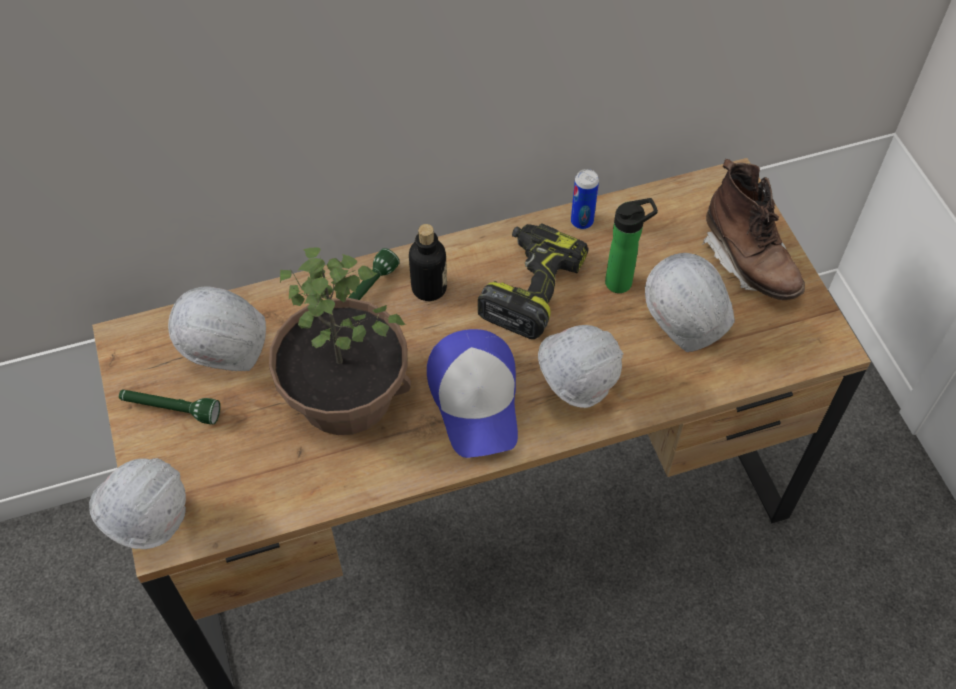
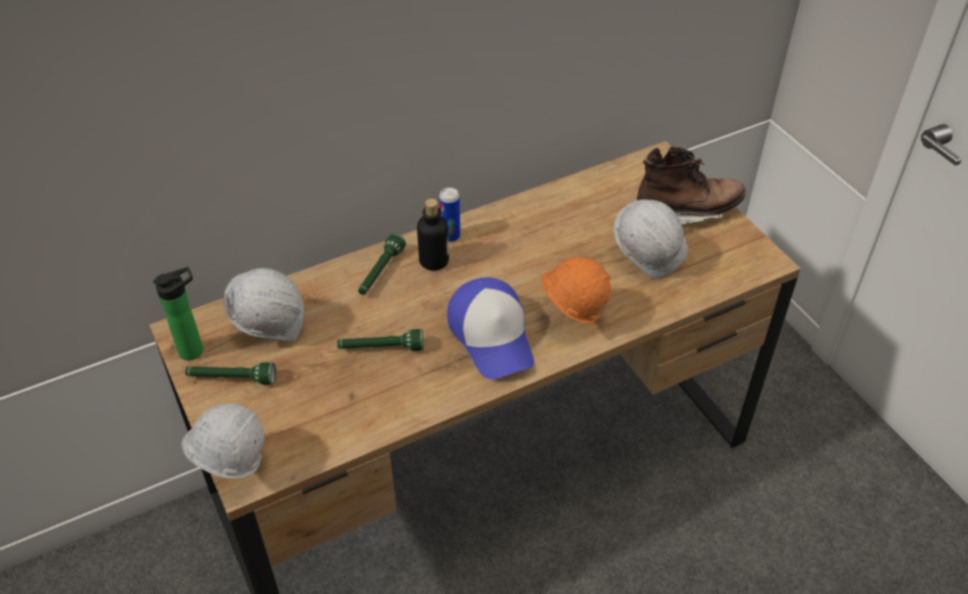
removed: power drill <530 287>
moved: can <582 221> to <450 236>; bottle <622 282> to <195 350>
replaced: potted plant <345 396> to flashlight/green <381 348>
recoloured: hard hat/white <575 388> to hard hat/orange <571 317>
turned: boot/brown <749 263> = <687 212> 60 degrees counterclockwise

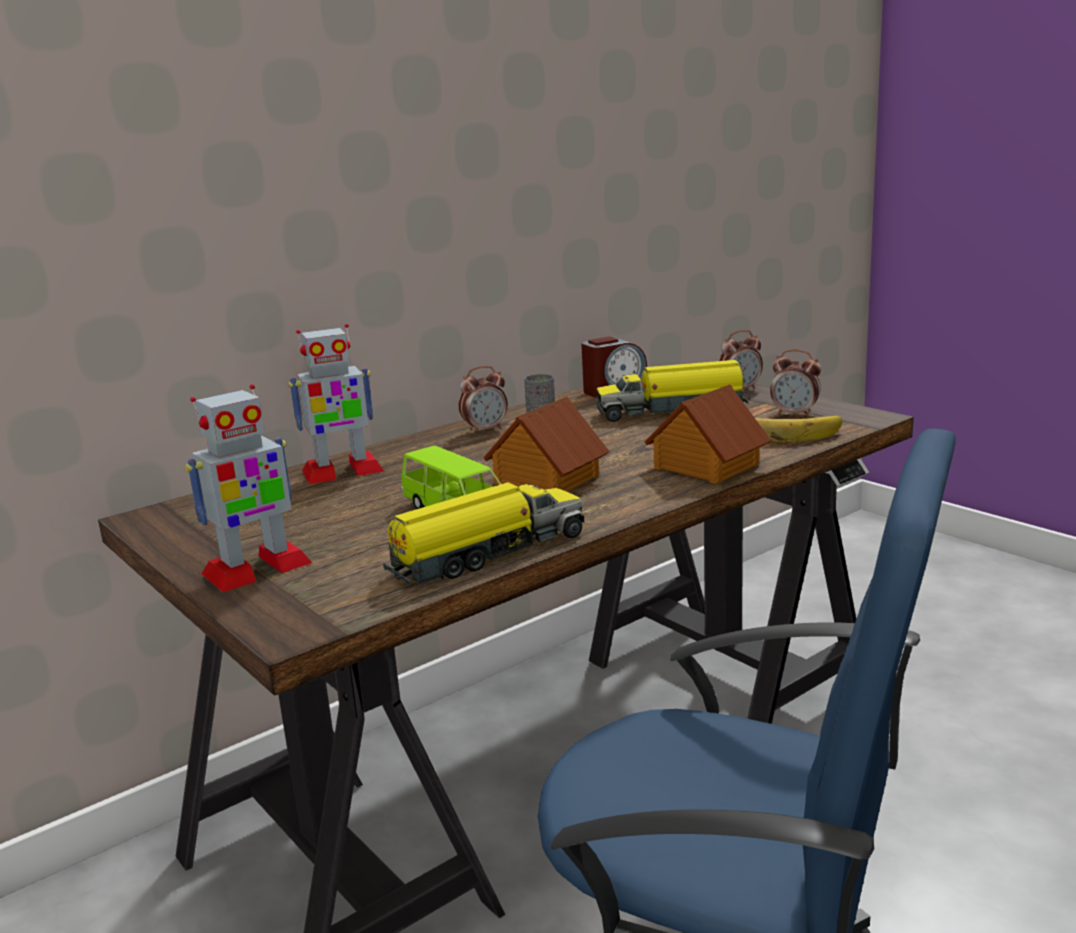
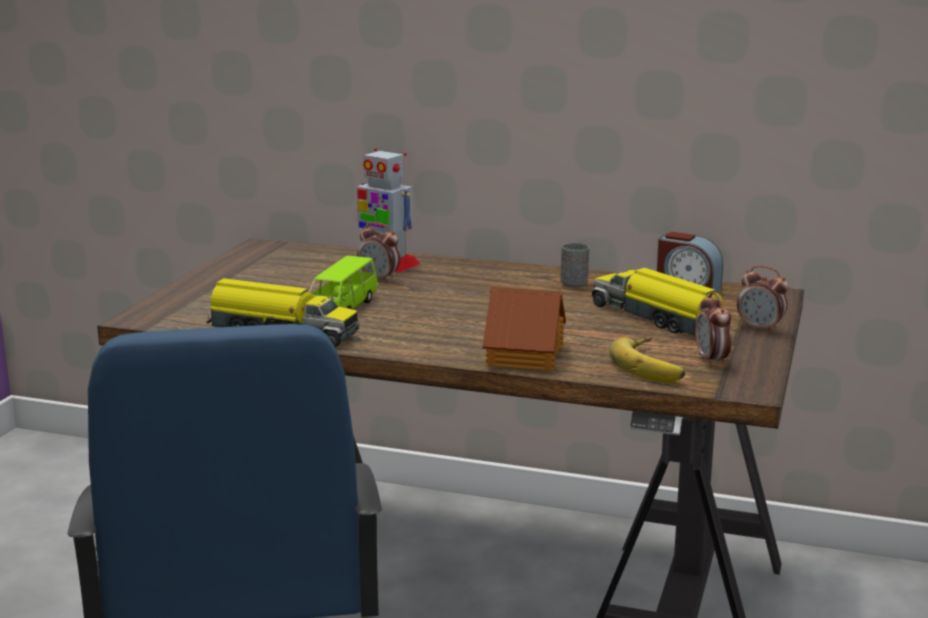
removed: toy robot <256 569>; toy house <545 480>
moved: alarm clock <485 430> to <379 279>

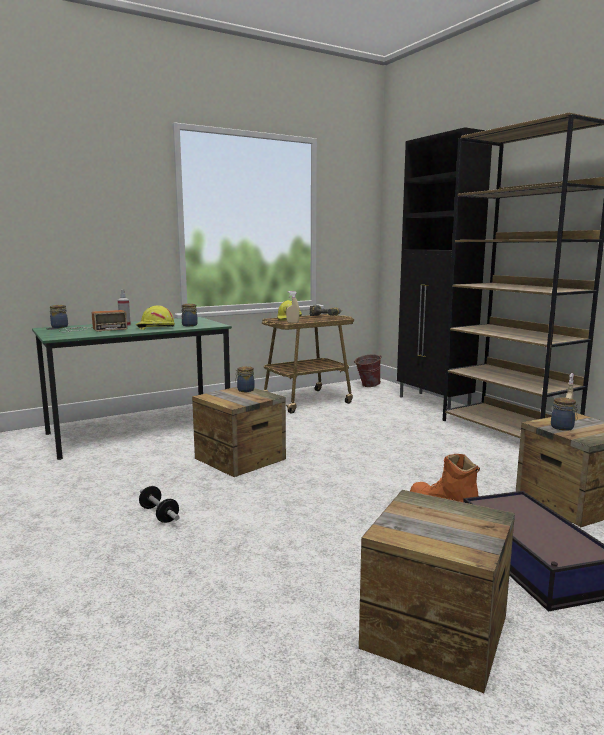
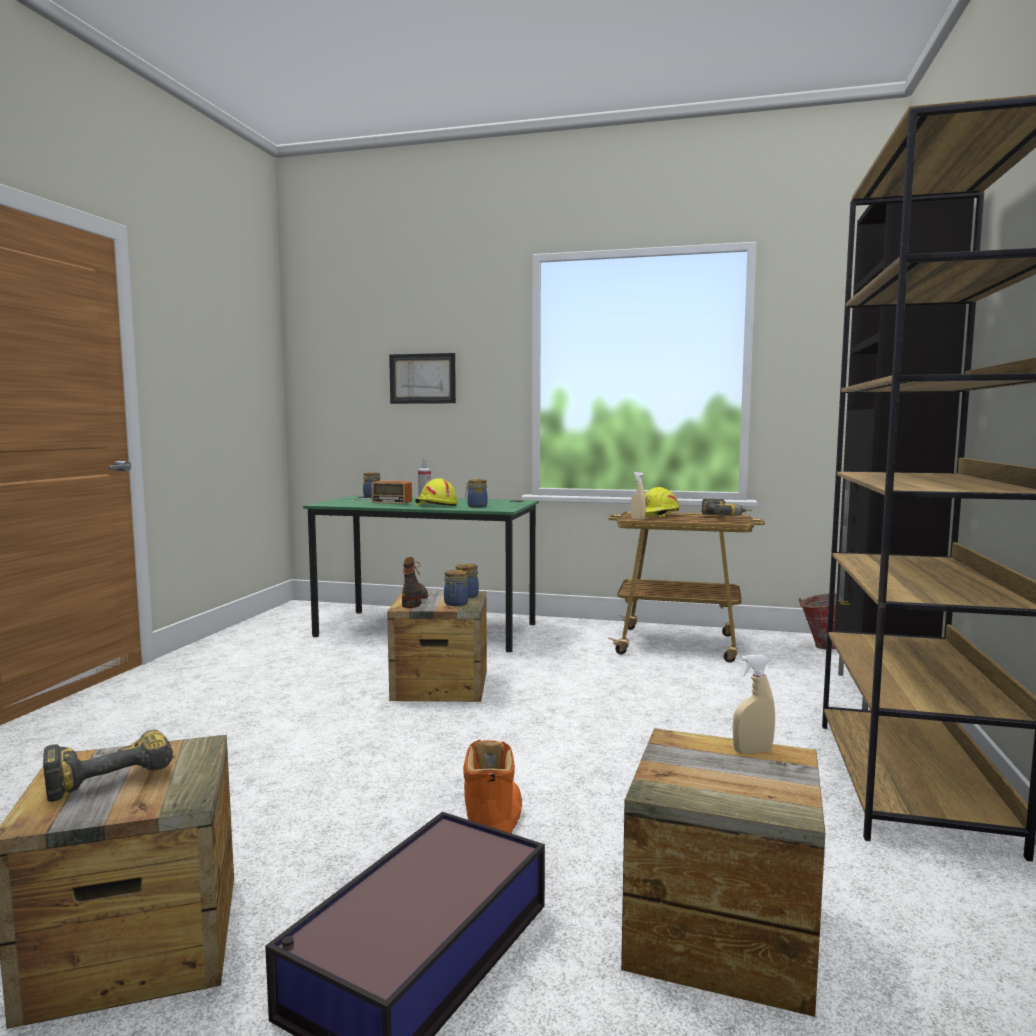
removed: dumbbell <159 514>
added: power drill <110 774>; picture <422 378>; boot <414 599>
moved: jar <563 428> to <455 604>

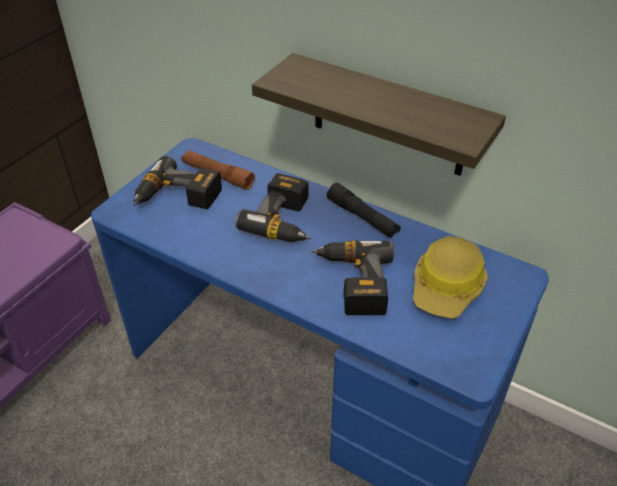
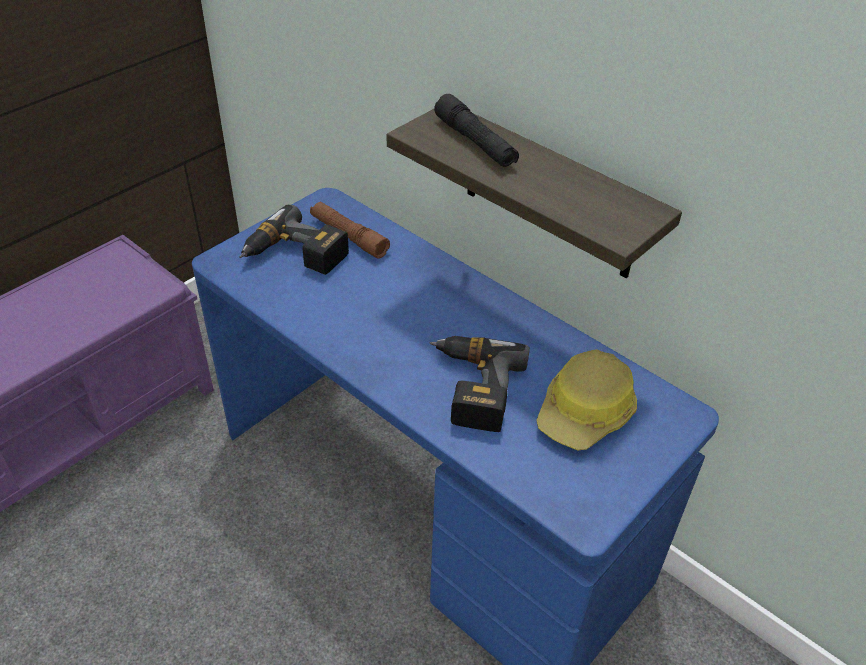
removed: power drill <285 220>
moved: flashlight/black <362 218> to <475 142>

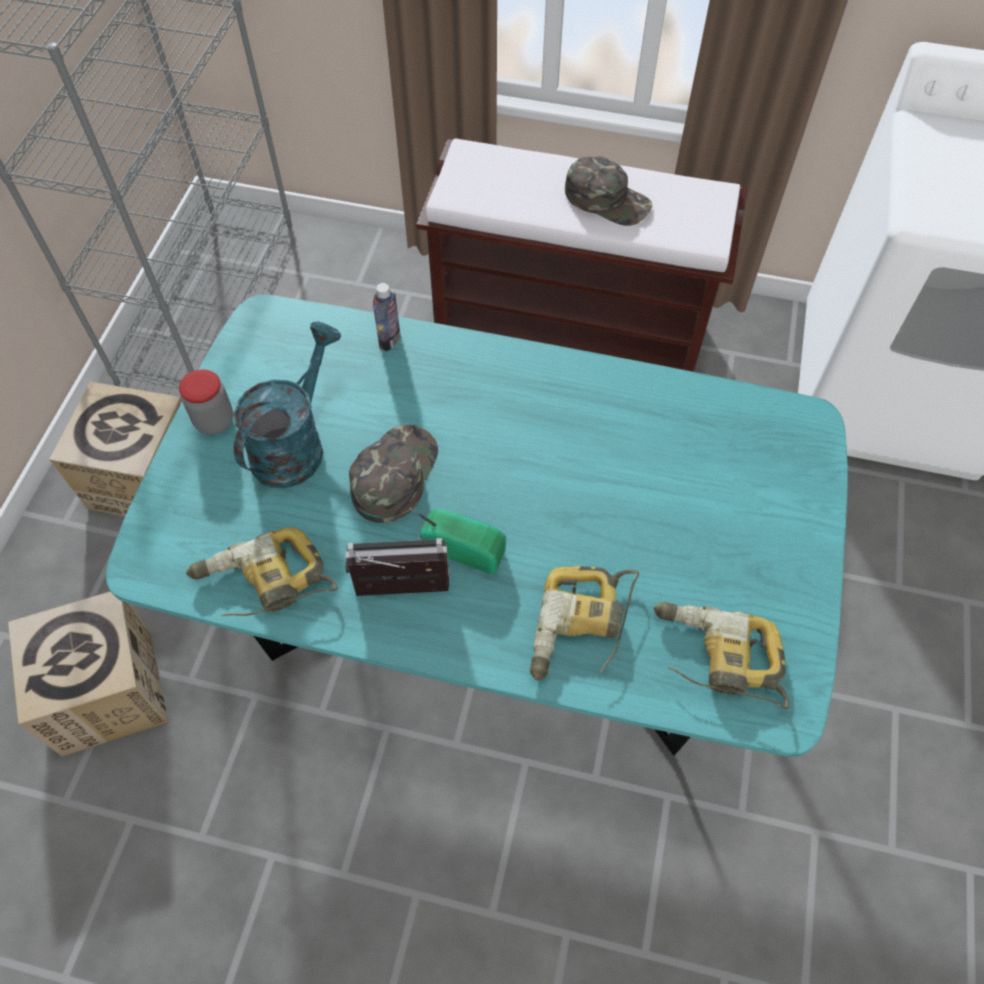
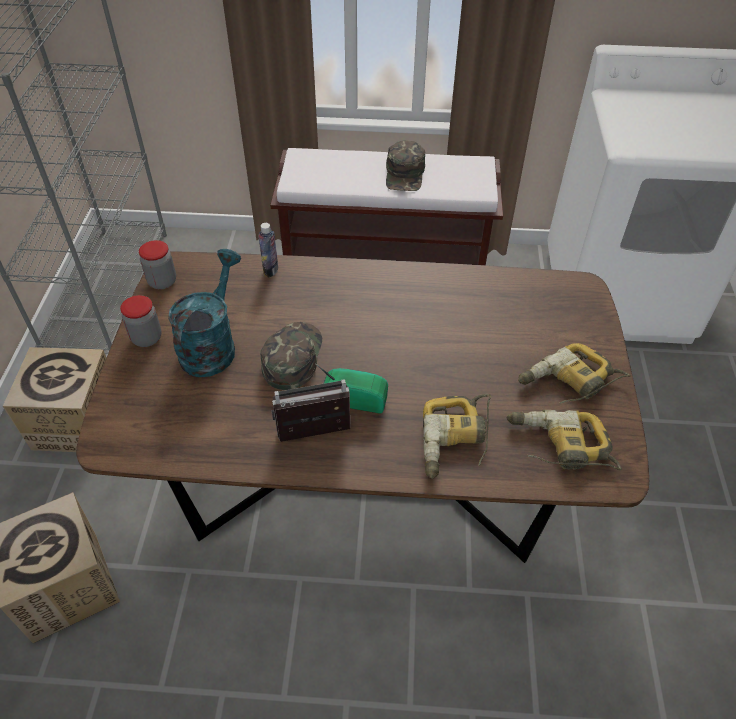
added: jar <162 282>
moved: power drill <263 584> to <569 383>
recoloured: dining table/turquoise <490 622> to dining table/brown <365 487>
turned: cap/green <607 199> = <405 174> 75 degrees clockwise

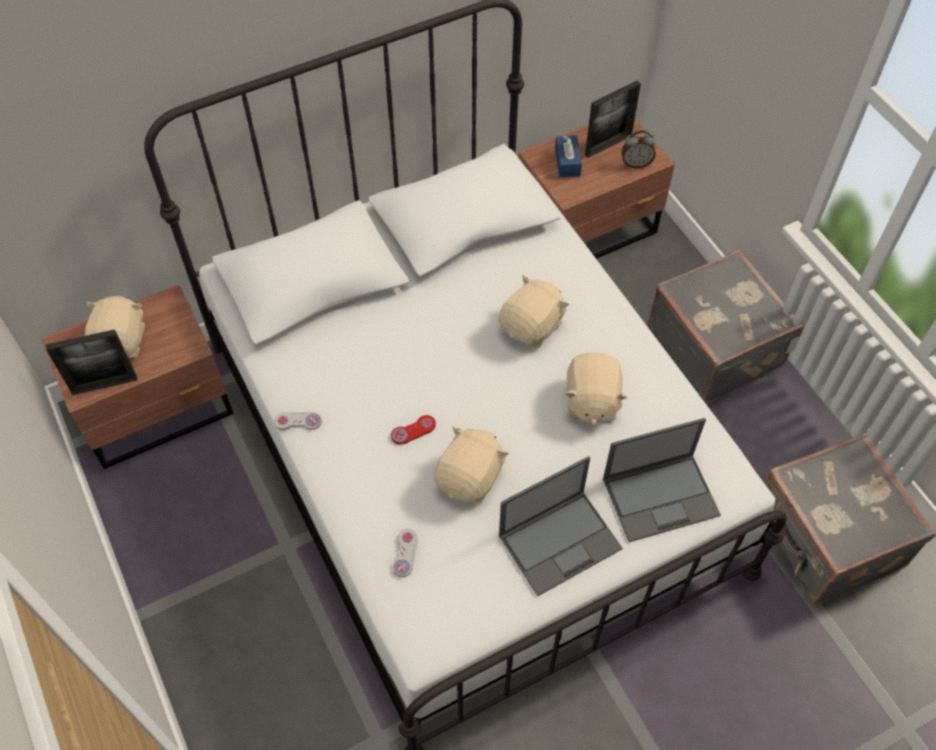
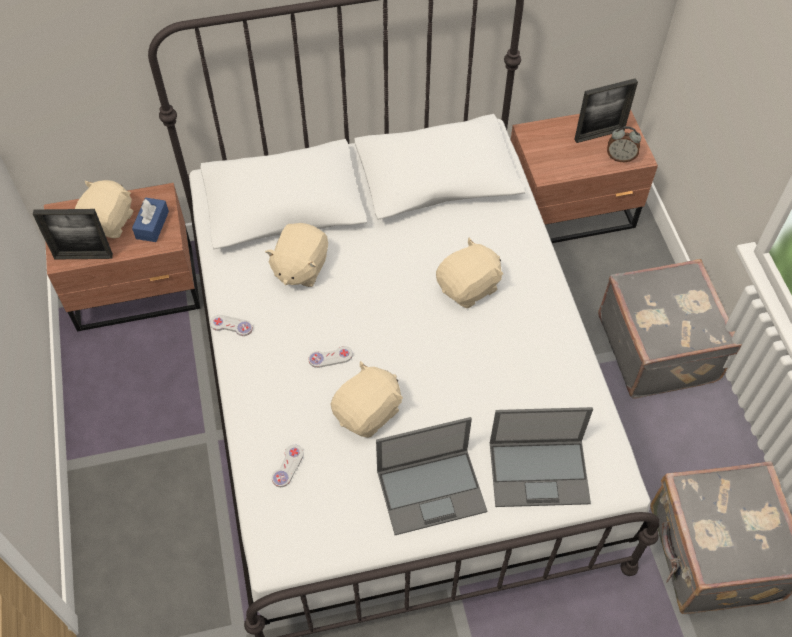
moved: tissue box/blue <567 162> to <152 225>; plush toy/beige <591 401> to <300 267>
recoloured: game controller/red <413 430> to game controller/white <330 357>

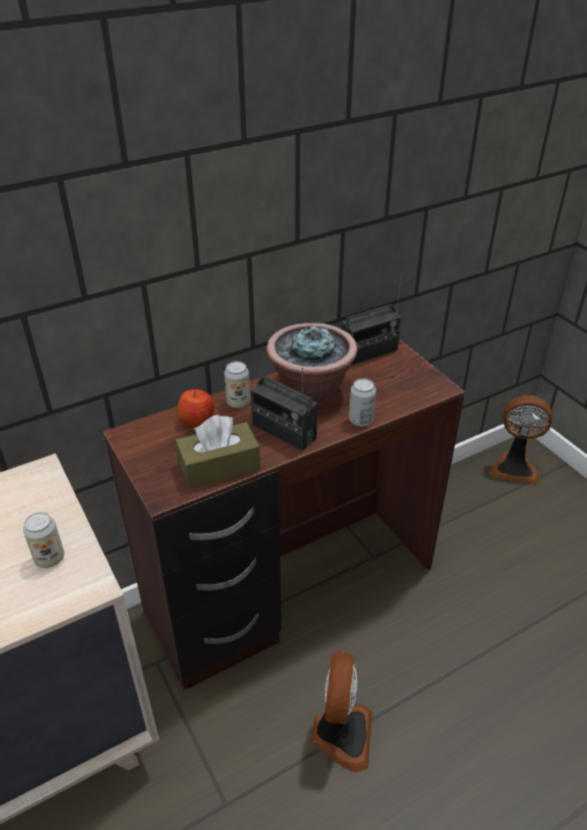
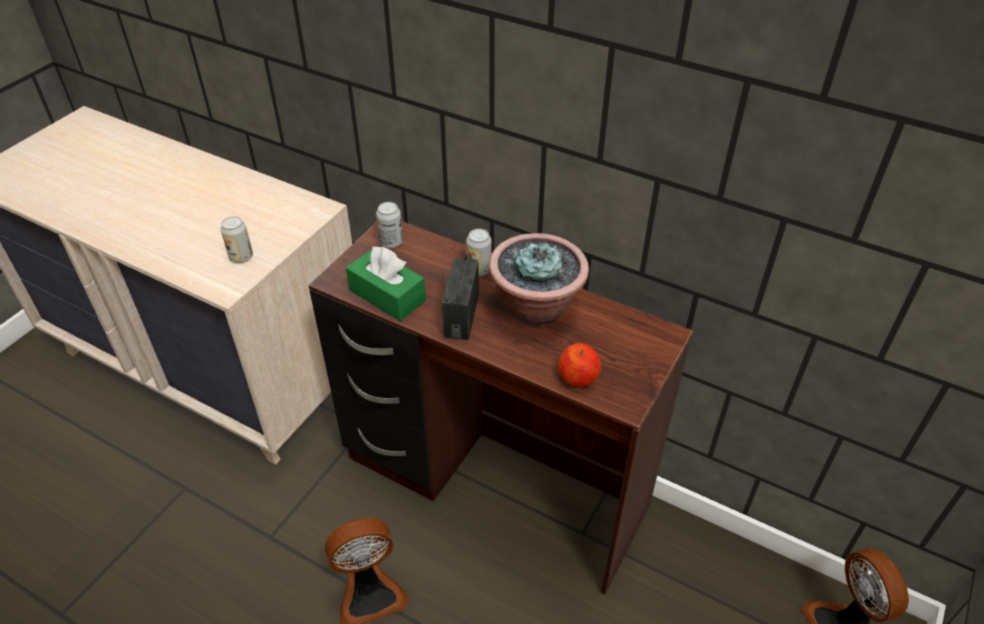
removed: radio <369 353>
moved: apple <197 420> to <578 377>; can <361 420> to <391 242>
recoloured: tissue box/brown <219 466> to tissue box/green <387 295>

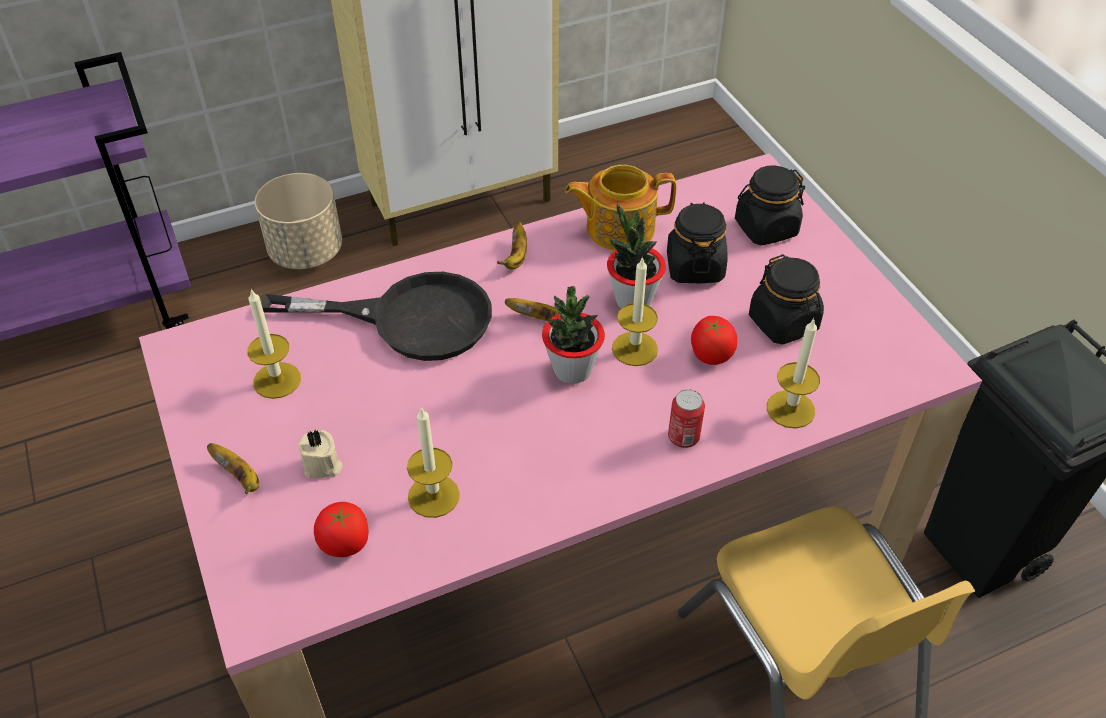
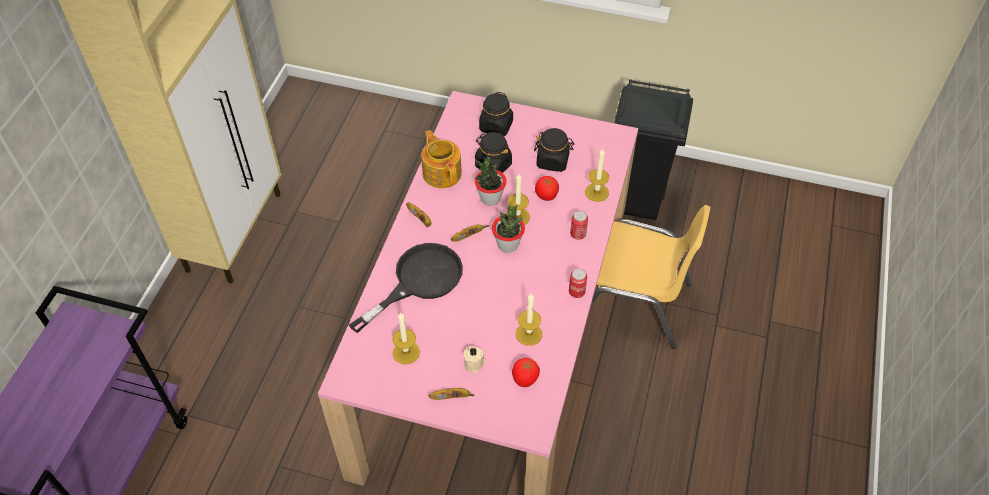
removed: planter/beige <306 252>
added: can <576 292>
turned: teapot <618 228> = <442 172> 120 degrees clockwise

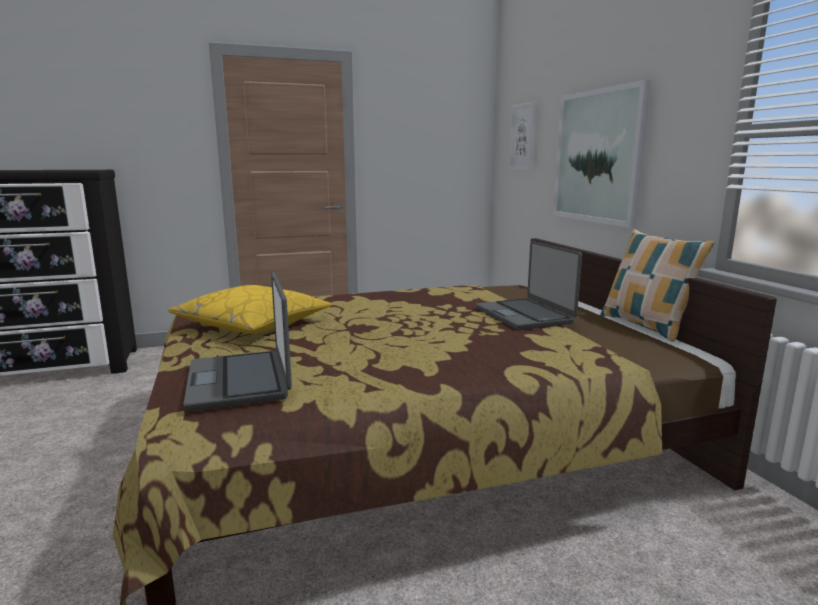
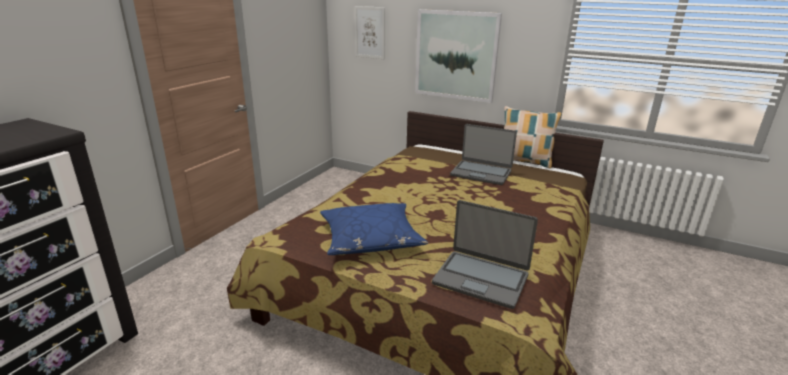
recoloured: pillow/yellow <253 324> to pillow/blue <370 238>

